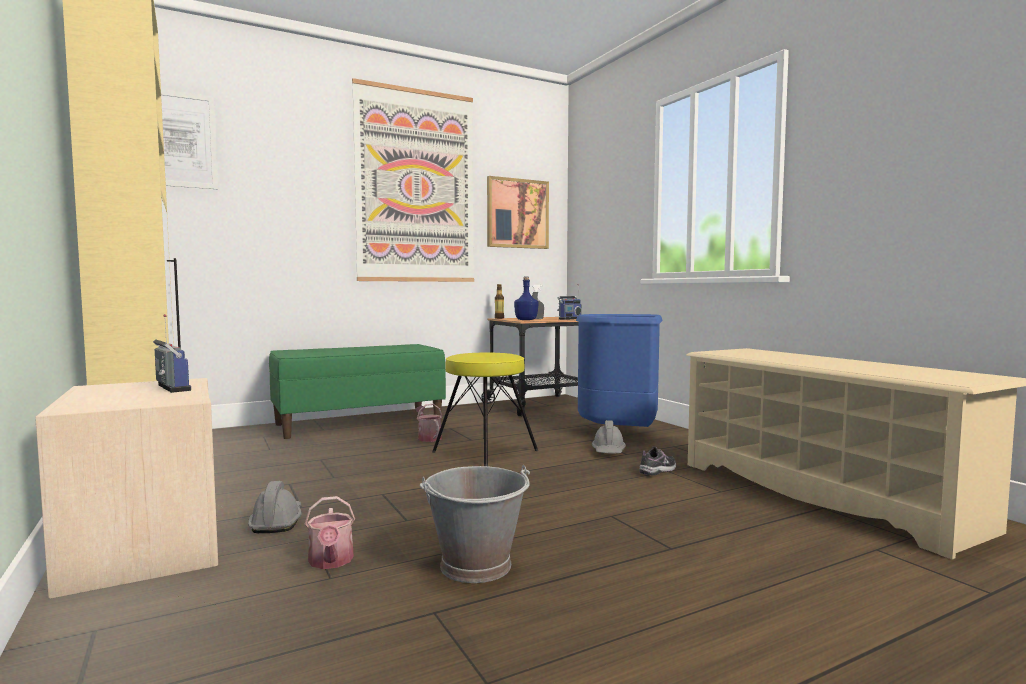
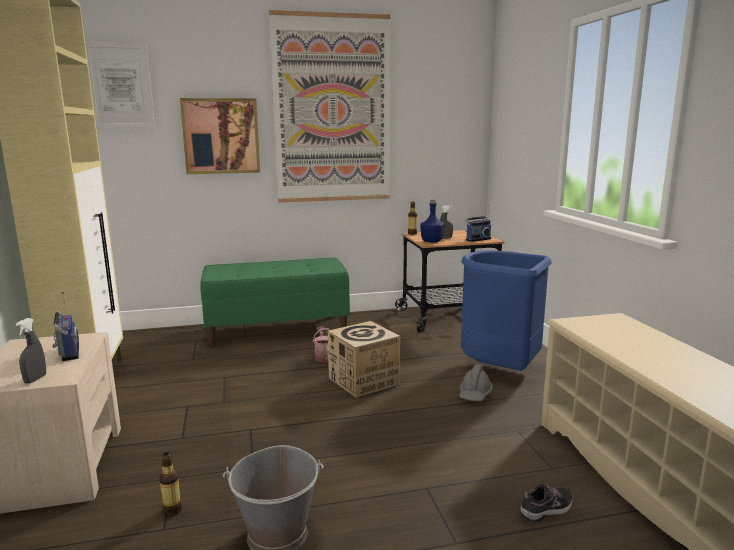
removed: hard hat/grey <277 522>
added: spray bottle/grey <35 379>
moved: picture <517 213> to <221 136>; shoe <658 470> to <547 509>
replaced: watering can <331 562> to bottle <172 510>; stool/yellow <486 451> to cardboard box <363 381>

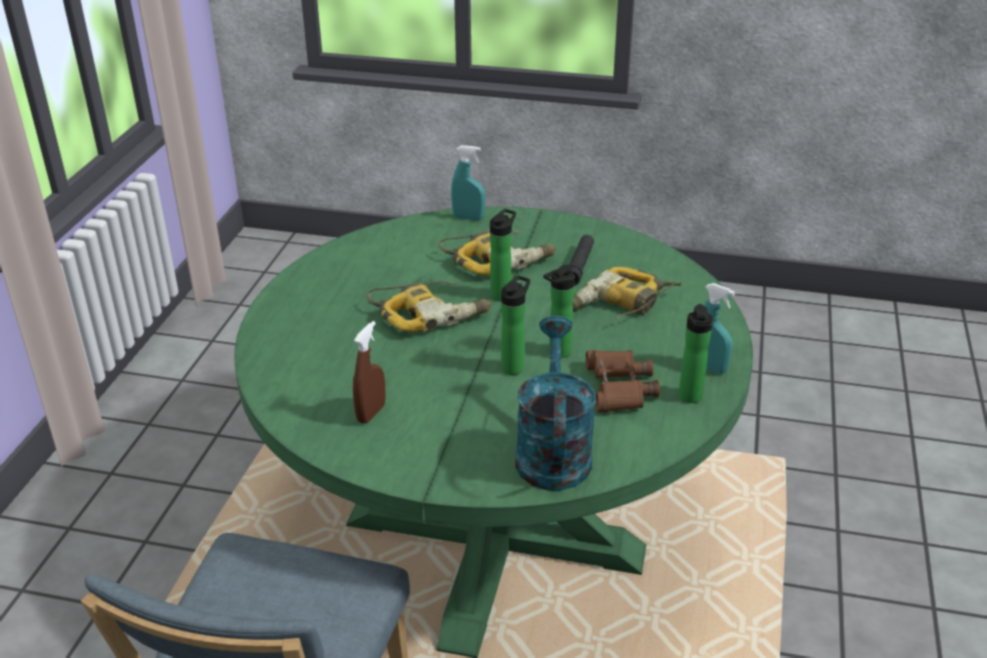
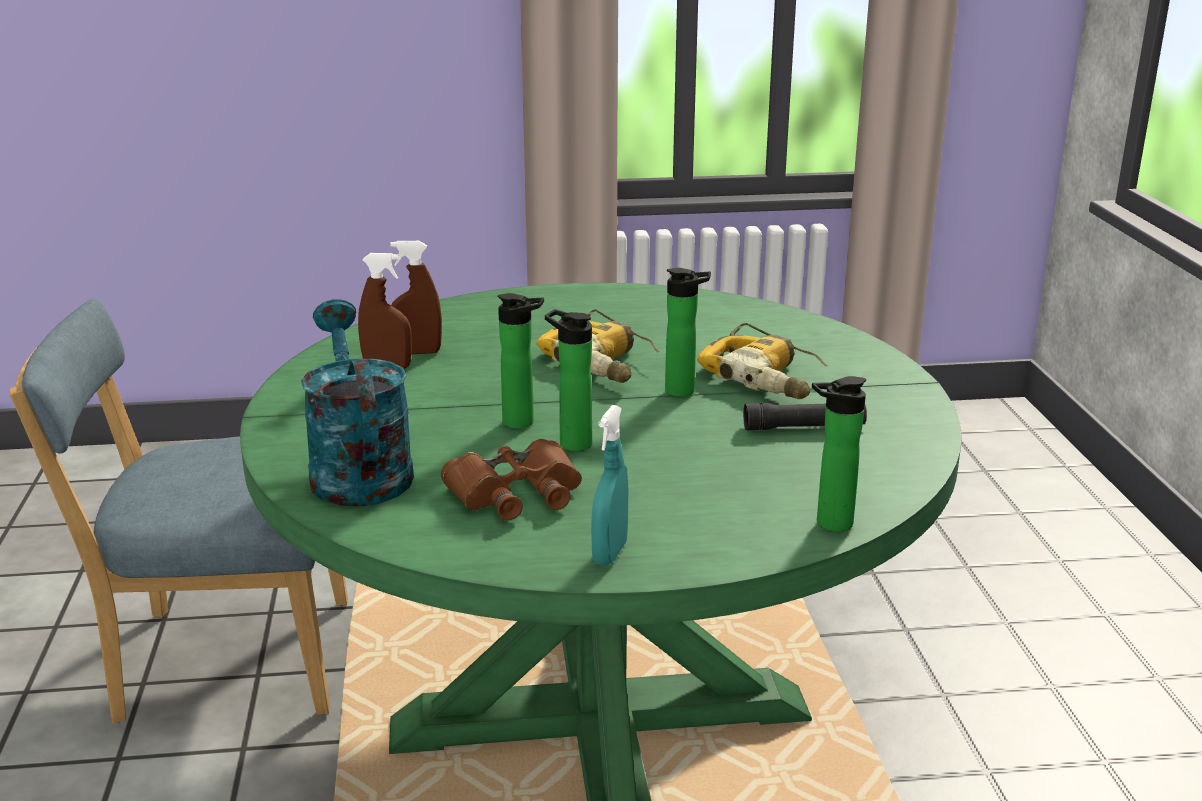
removed: spray bottle/turquoise <468 218>; power drill <620 305>
added: spray bottle/brown <417 352>
moved: bottle <690 398> to <829 524>
turned: watering can/turquoise <552 450> = <357 469> 90 degrees counterclockwise

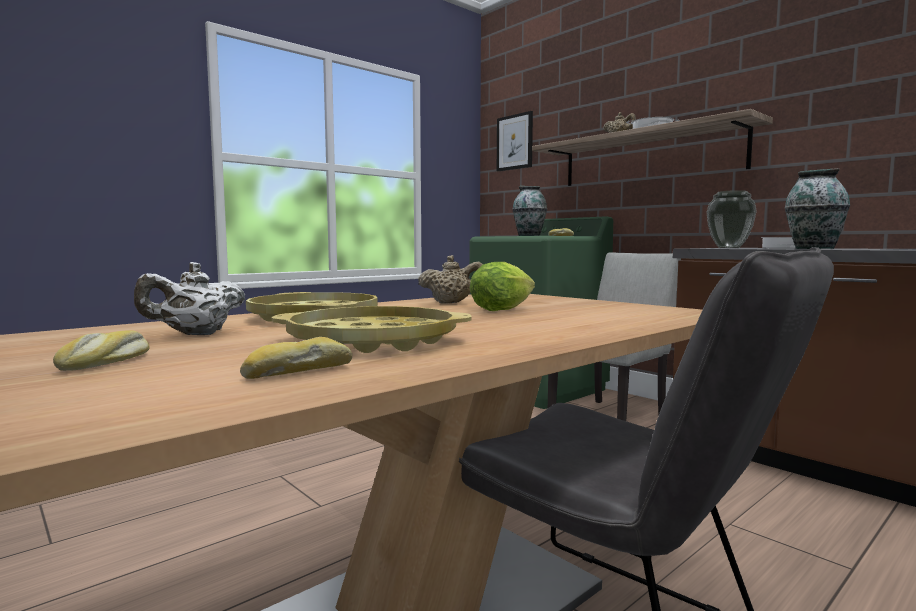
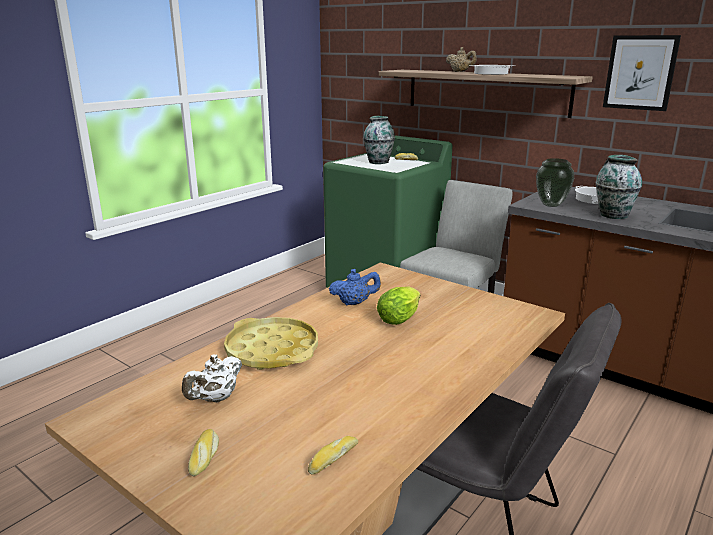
removed: tray/yellow <373 341>
moved: picture <514 142> to <640 72>
recoloured: teapot/beige <452 303> to teapot/blue <354 303>

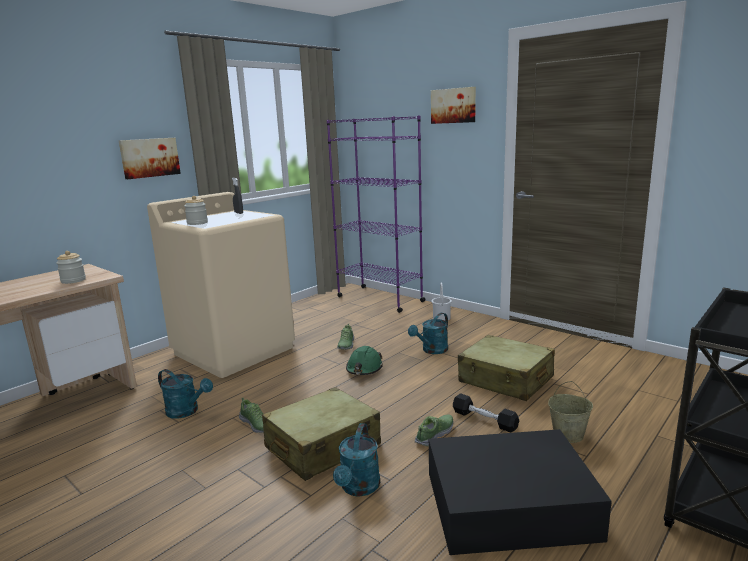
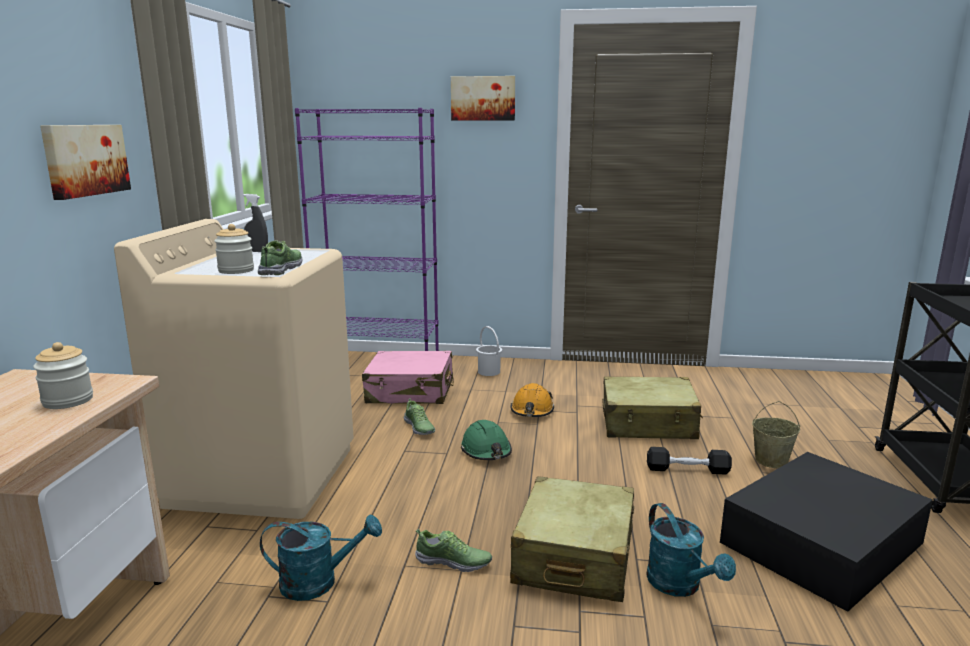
added: suitcase/pink <410 392>
moved: shoe <435 434> to <282 269>
replaced: watering can/turquoise <432 350> to hard hat/orange <532 411>

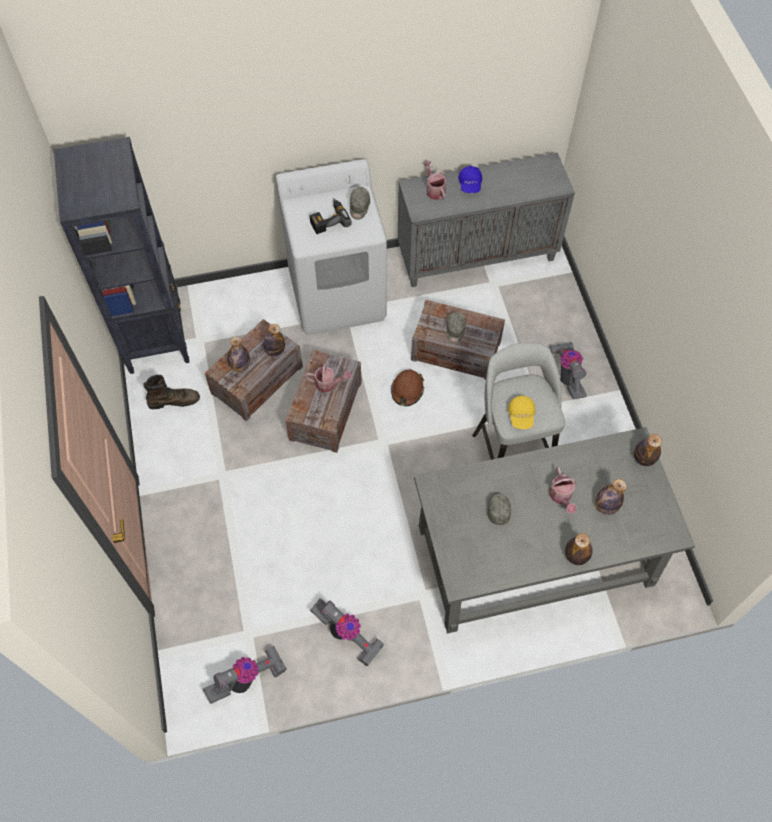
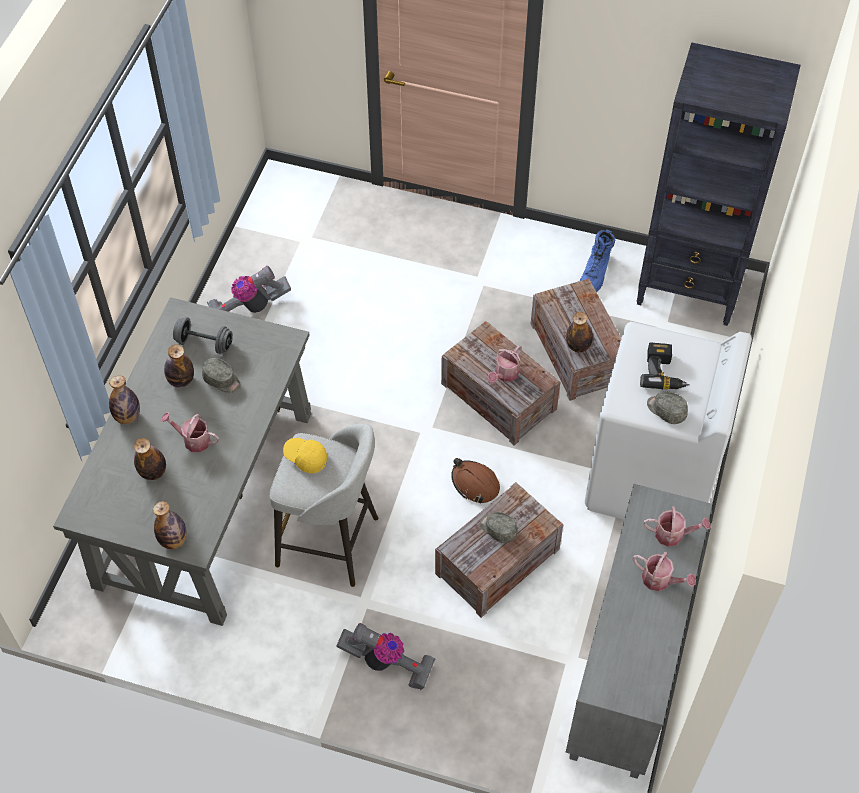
removed: vacuum cleaner <247 679>
added: dumbbell/grey <204 343>
moved: bottle <240 366> to <181 380>
replaced: cap/blue <470 184> to watering can <660 580>
recoloured: boot/brown <174 400> to boot/blue <595 275>

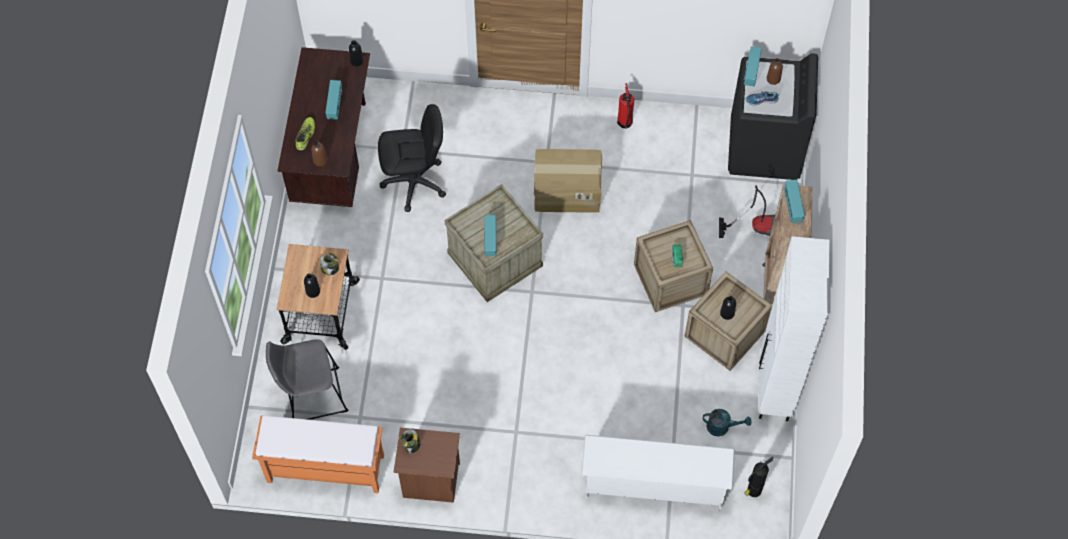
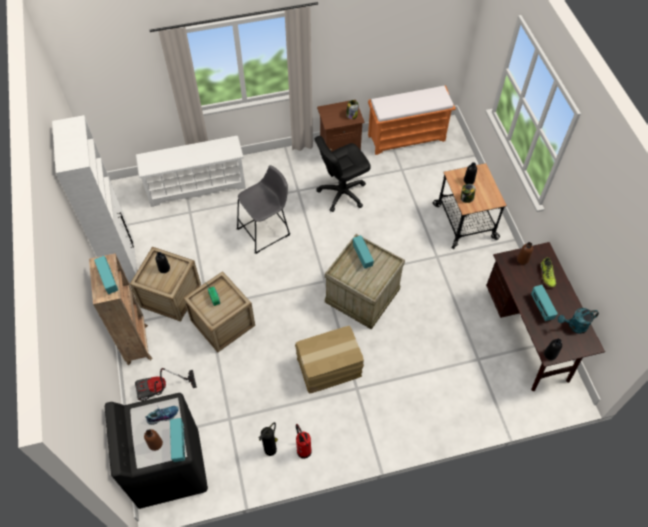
moved: stool/grey <311 396> to <266 231>; office chair/black <414 182> to <342 193>; watering can/turquoise <722 427> to <574 326>; fire extinguisher <753 491> to <271 449>

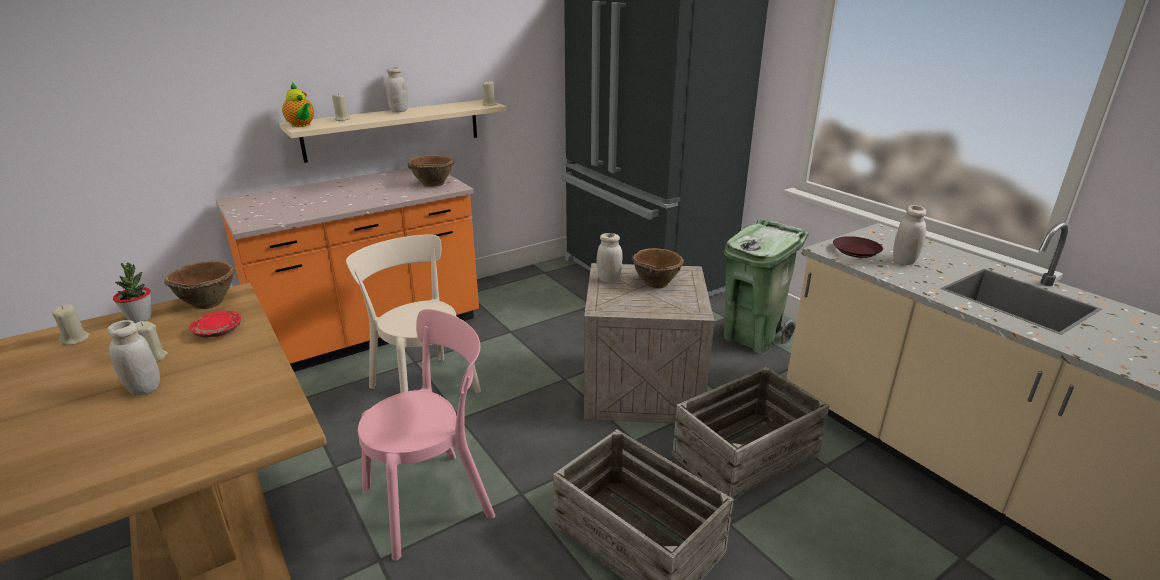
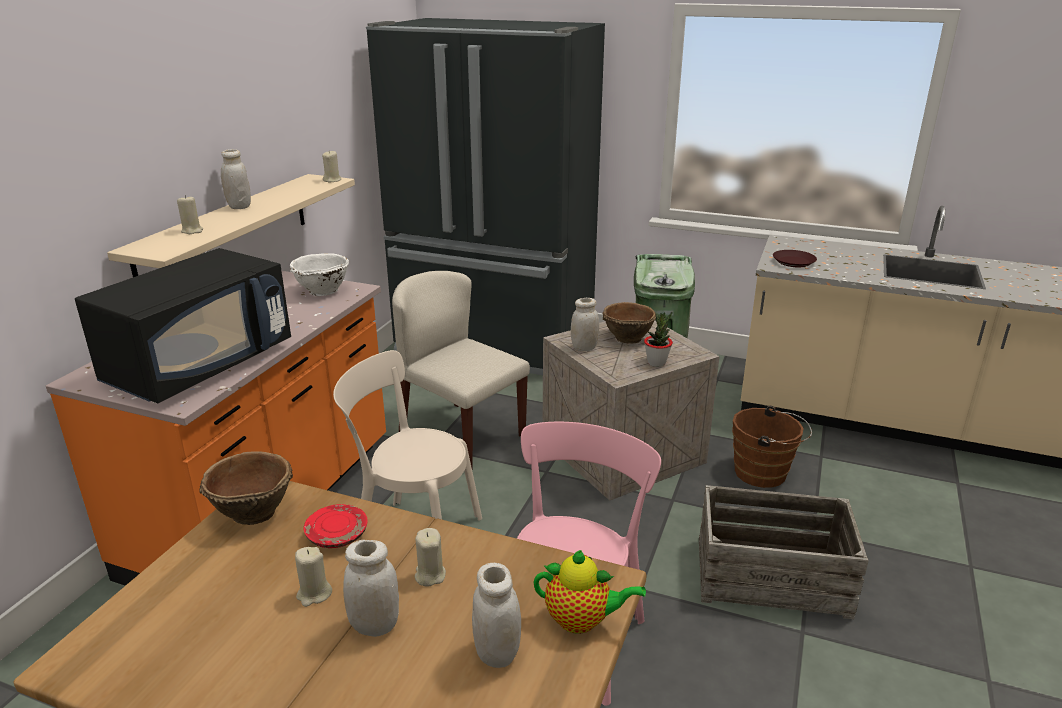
added: microwave/black <201 365>; chair/beige <461 435>
moved: candle/beige <76 339> to <430 575>; potted plant <140 318> to <656 363>; teapot <301 125> to <582 620>; jar/white <904 261> to <497 653>
replaced: crate <746 456> to bucket/brown <764 474>
recoloured: bowl/brown <432 183> to bowl/white <322 291>

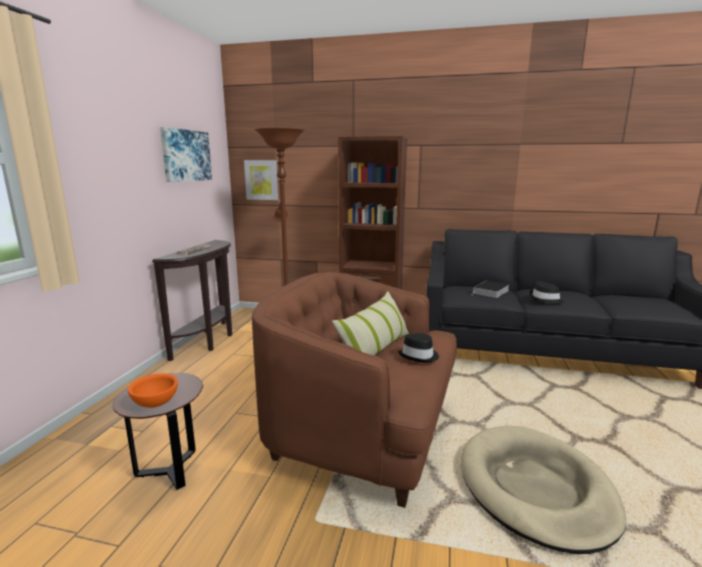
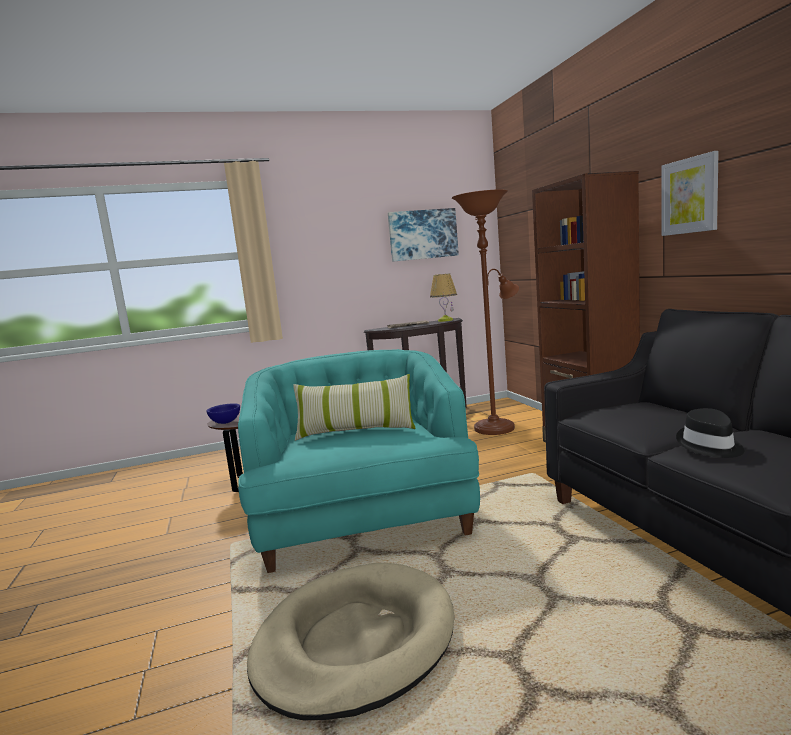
removed: hat/black <419 356>; book <491 292>
added: table lamp <445 320>
moved: picture <261 180> to <690 196>
recoloured: bowl/orange <156 403> to bowl/blue <226 422>; armchair/brown <363 431> to armchair/turquoise <362 520>

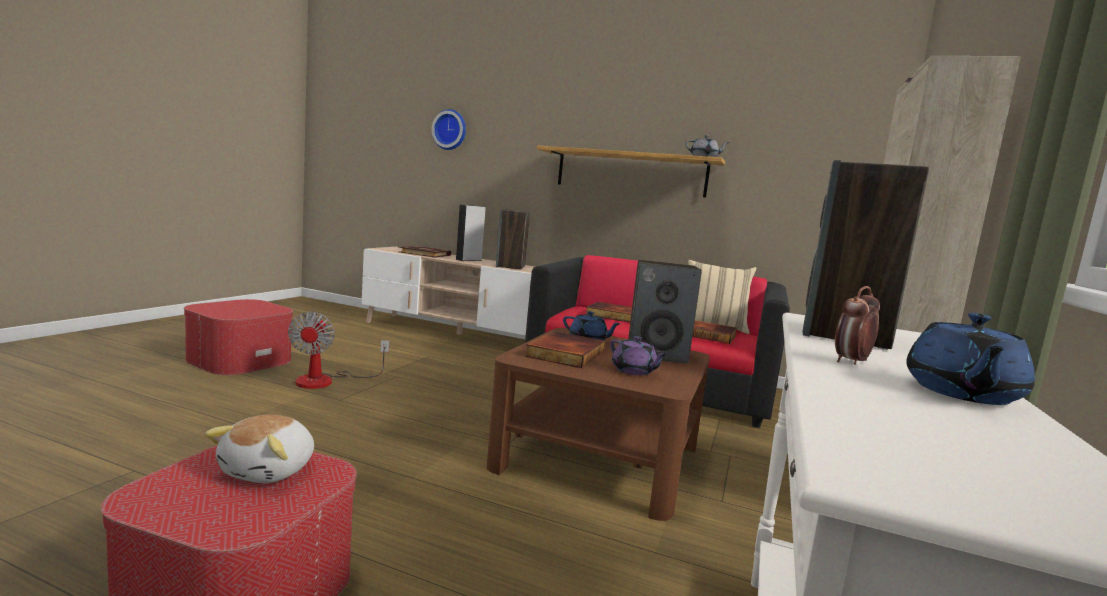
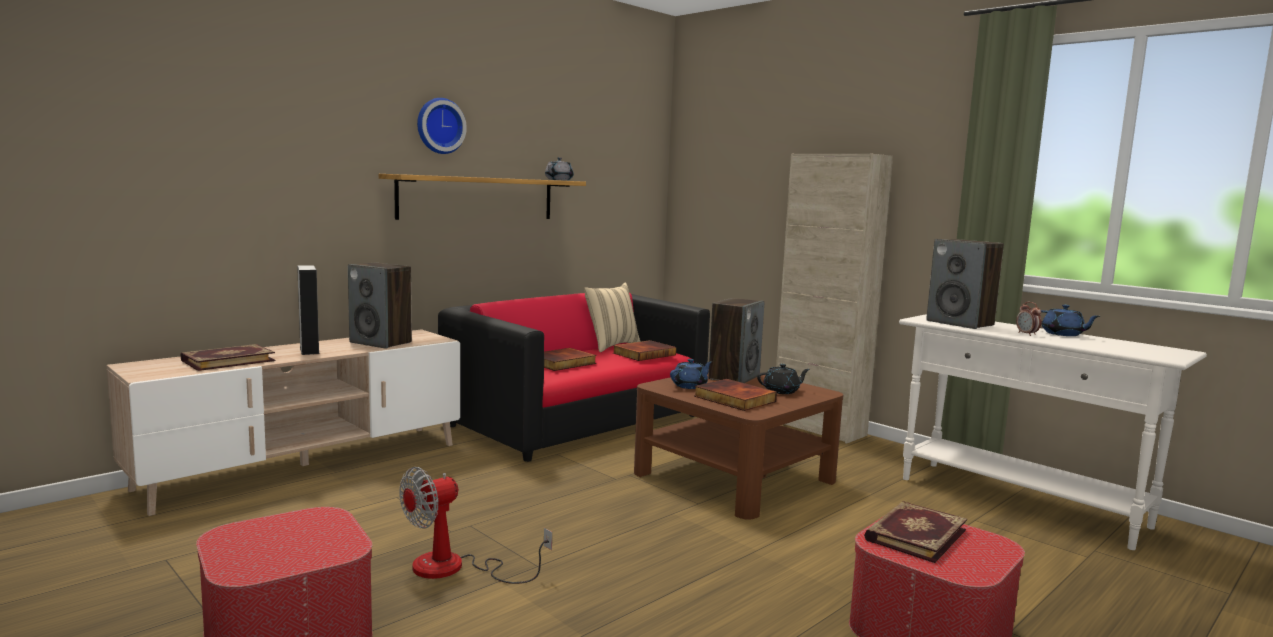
moved: wall clock <450 130> to <439 126>
replaced: plush toy <270 470> to book <914 534>
recoloured: teapot/purple <634 371> to teapot/black <782 391>
turned: fan <327 380> = <455 568> 120 degrees clockwise

